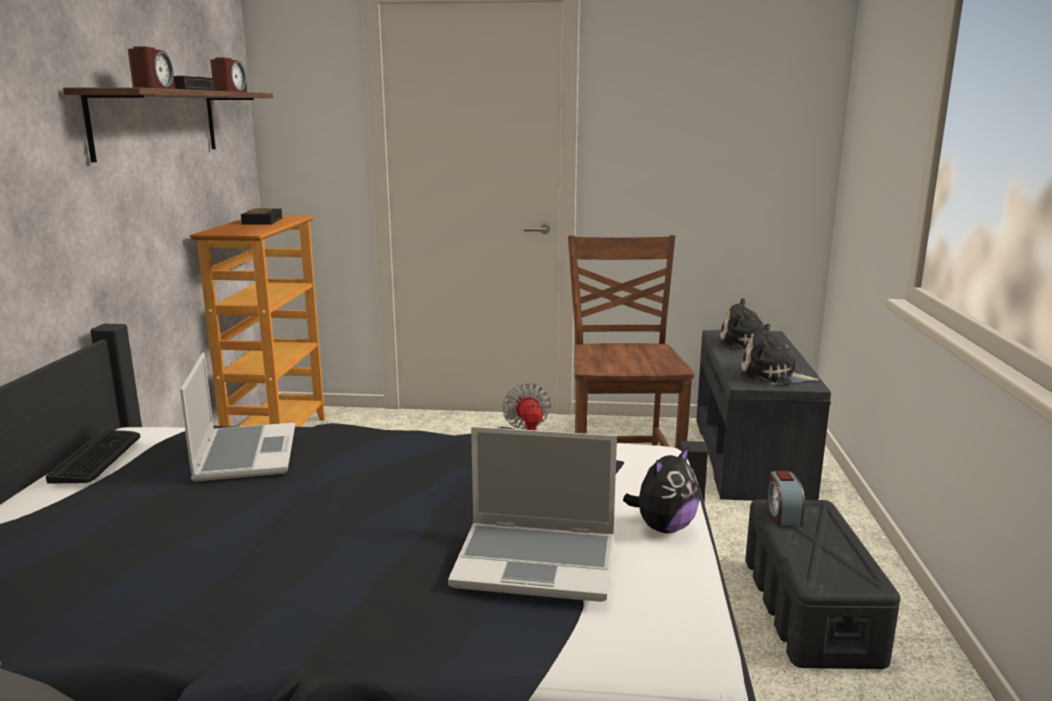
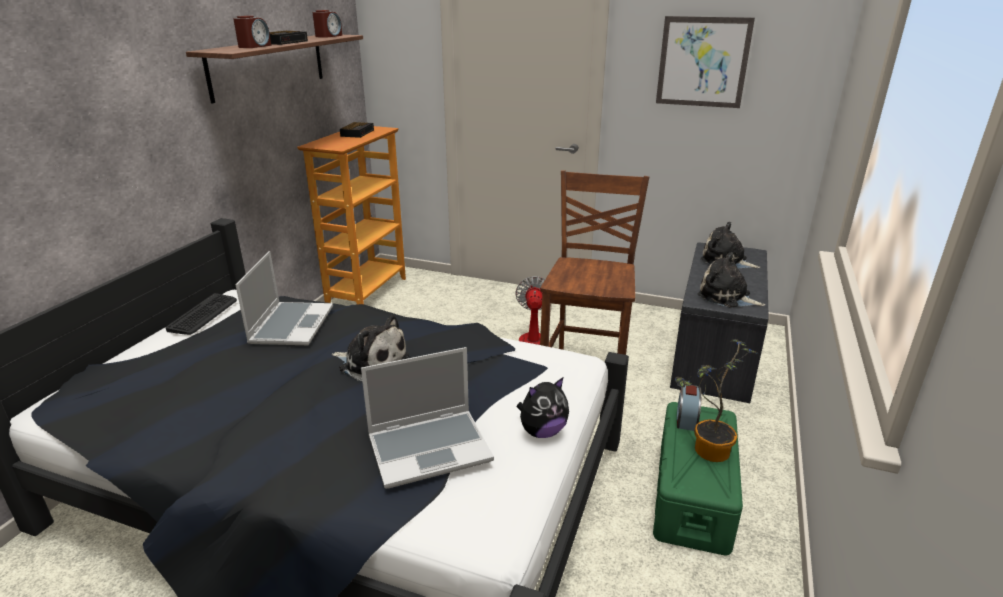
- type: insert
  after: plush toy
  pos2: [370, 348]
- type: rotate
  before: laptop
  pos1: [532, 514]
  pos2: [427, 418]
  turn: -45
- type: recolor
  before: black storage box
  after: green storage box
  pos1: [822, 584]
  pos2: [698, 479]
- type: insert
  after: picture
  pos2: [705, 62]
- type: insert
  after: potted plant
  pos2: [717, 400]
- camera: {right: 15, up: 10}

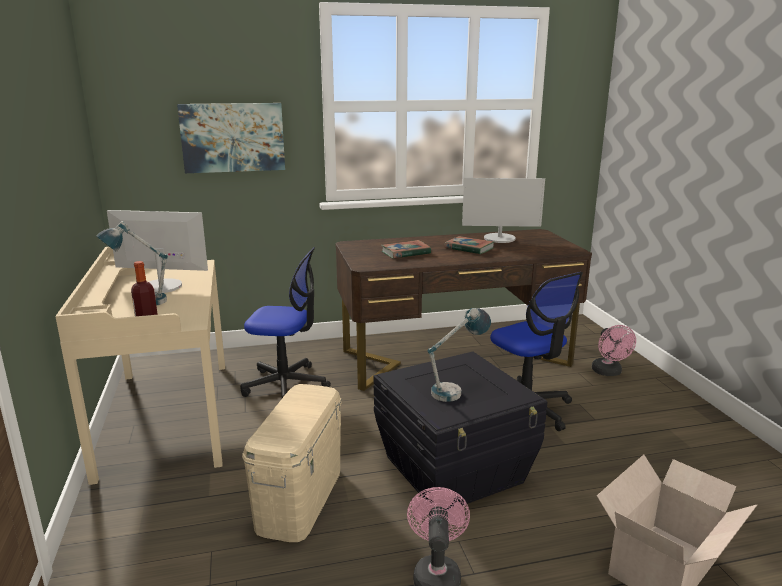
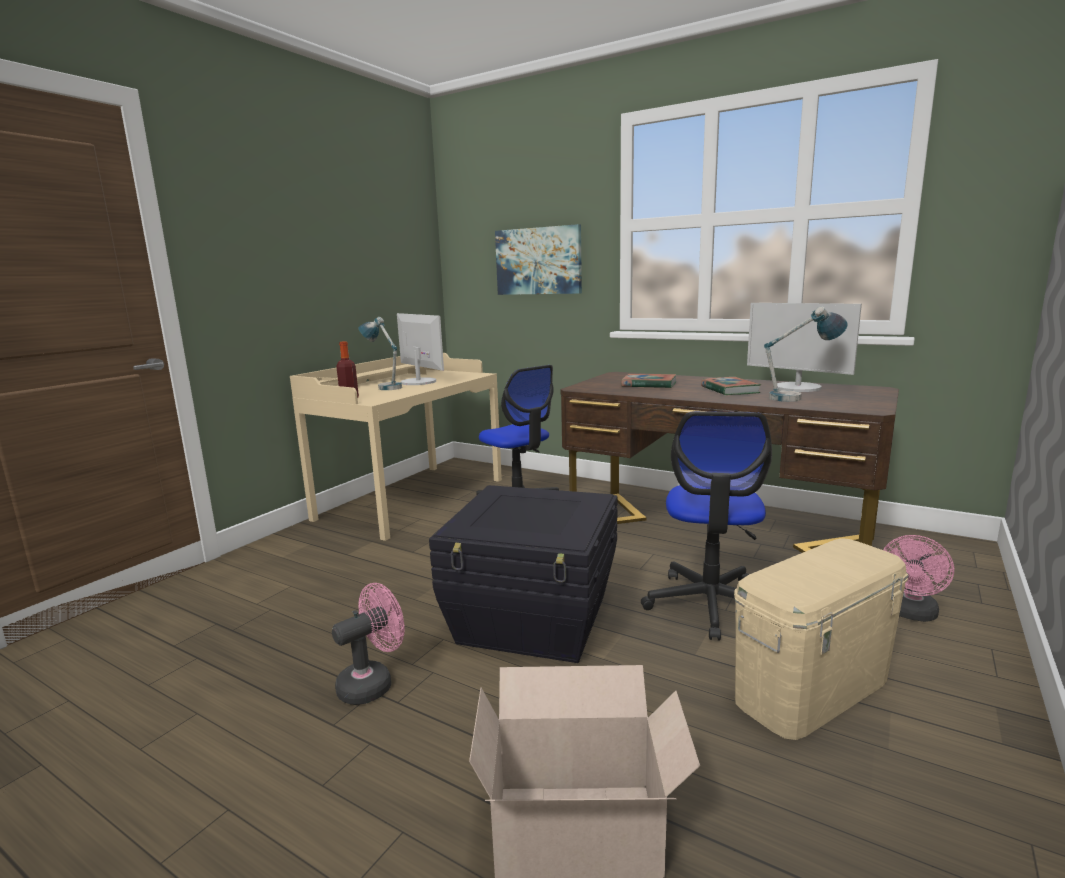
- type: move
  before: beige storage box
  pos1: [292, 463]
  pos2: [821, 639]
- type: move
  before: table lamp
  pos1: [459, 355]
  pos2: [805, 354]
- camera: {right: 45, up: -5}

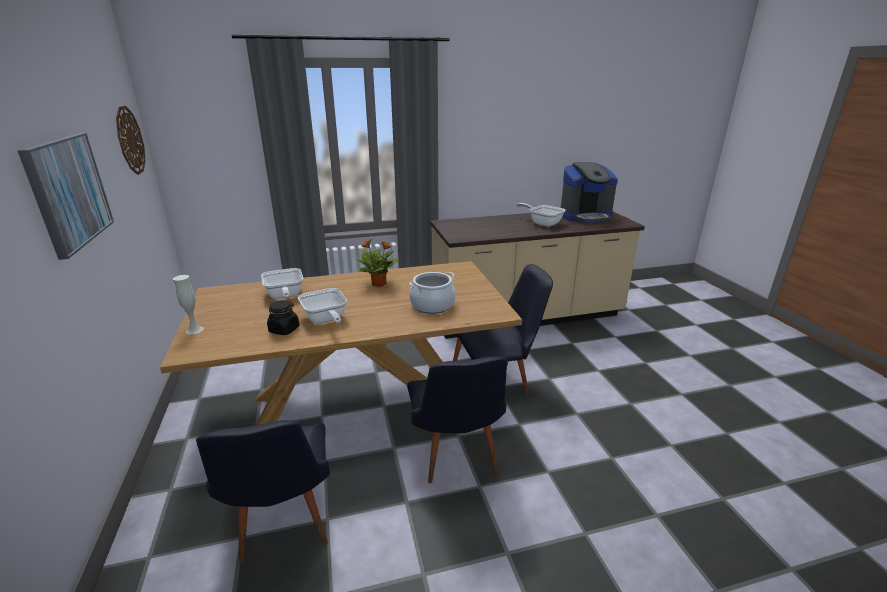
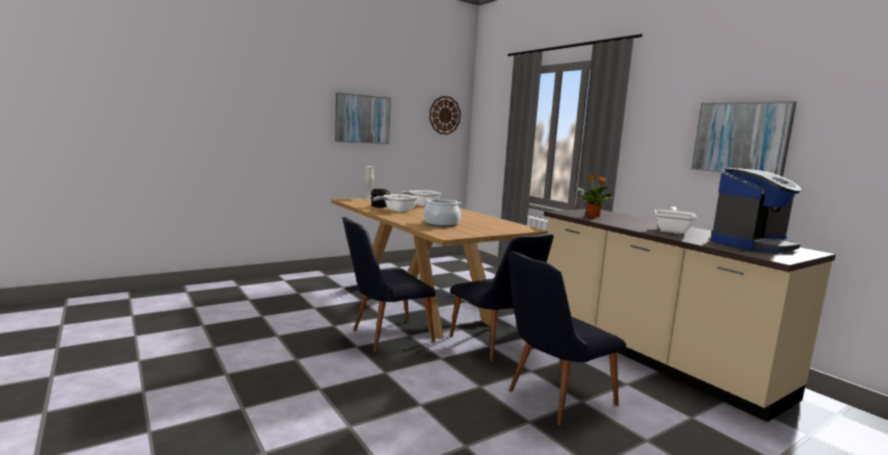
- type: move
  before: black chair
  pos1: [263, 491]
  pos2: [567, 339]
- type: move
  before: potted plant
  pos1: [377, 263]
  pos2: [596, 195]
- type: insert
  after: picture
  pos2: [744, 139]
- type: rotate
  before: coffee machine
  pos1: [589, 192]
  pos2: [756, 210]
  turn: -90
- camera: {right: 70, up: -15}

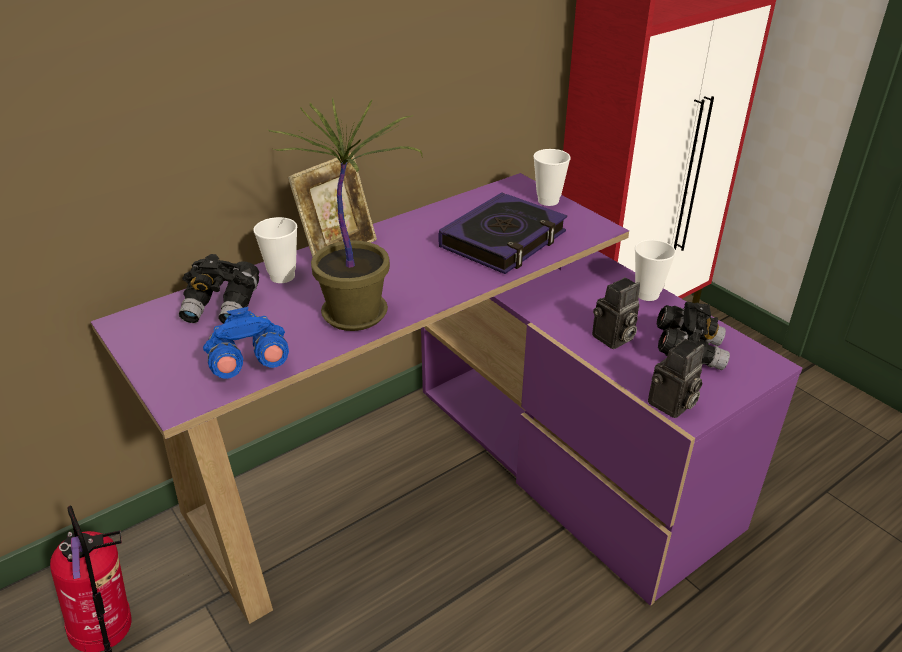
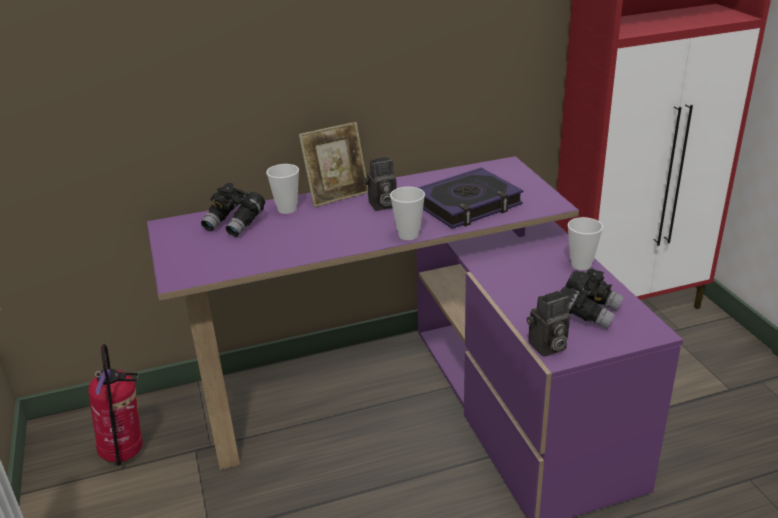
- type: move
  before: photo camera
  pos1: [616, 313]
  pos2: [380, 184]
- type: move
  before: cup
  pos1: [551, 177]
  pos2: [407, 213]
- type: delete
  before: blue binoculars
  pos1: [246, 343]
- type: delete
  before: potted plant
  pos1: [345, 214]
- camera: {right: 20, up: -5}

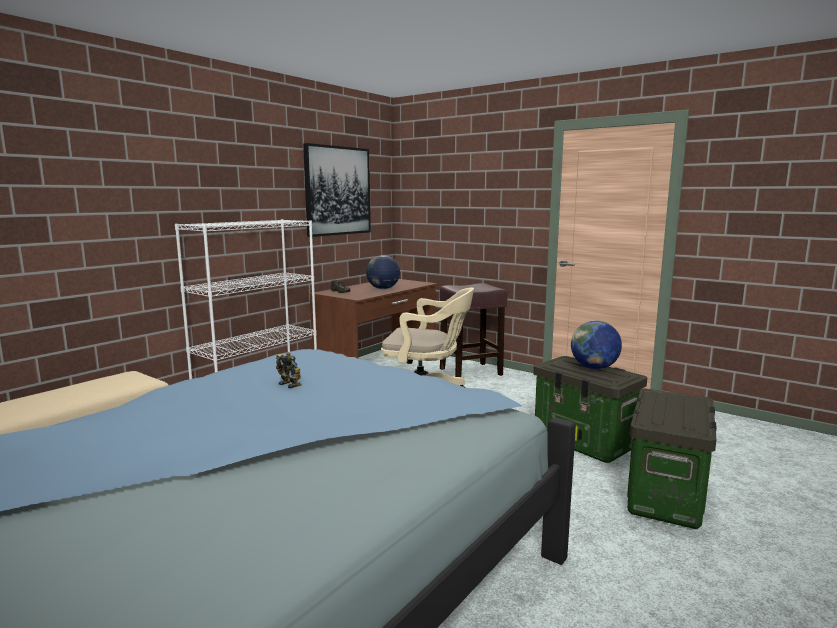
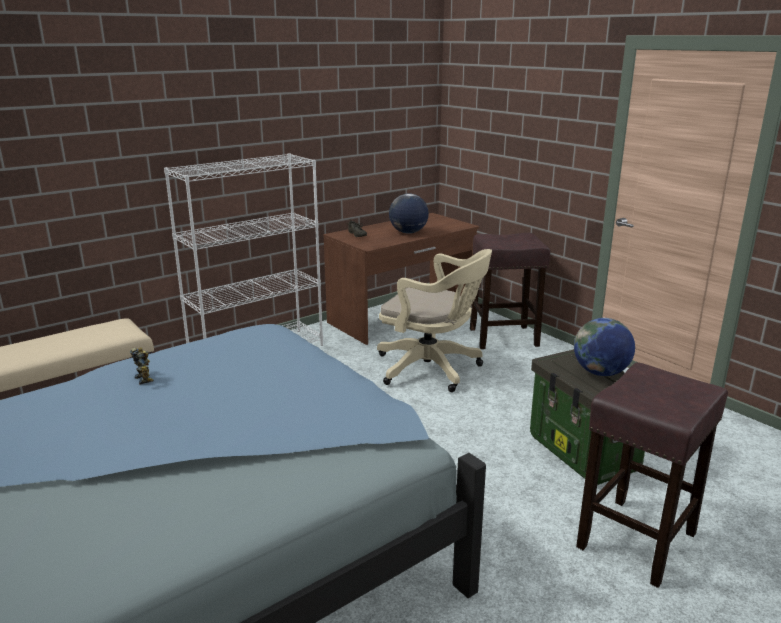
- type: move
  before: toy robot
  pos1: [289, 370]
  pos2: [142, 366]
- type: replace
  before: storage box
  after: brown stool
  pos1: [672, 459]
  pos2: [652, 475]
- type: delete
  before: picture
  pos1: [337, 190]
- camera: {right: 15, up: 10}

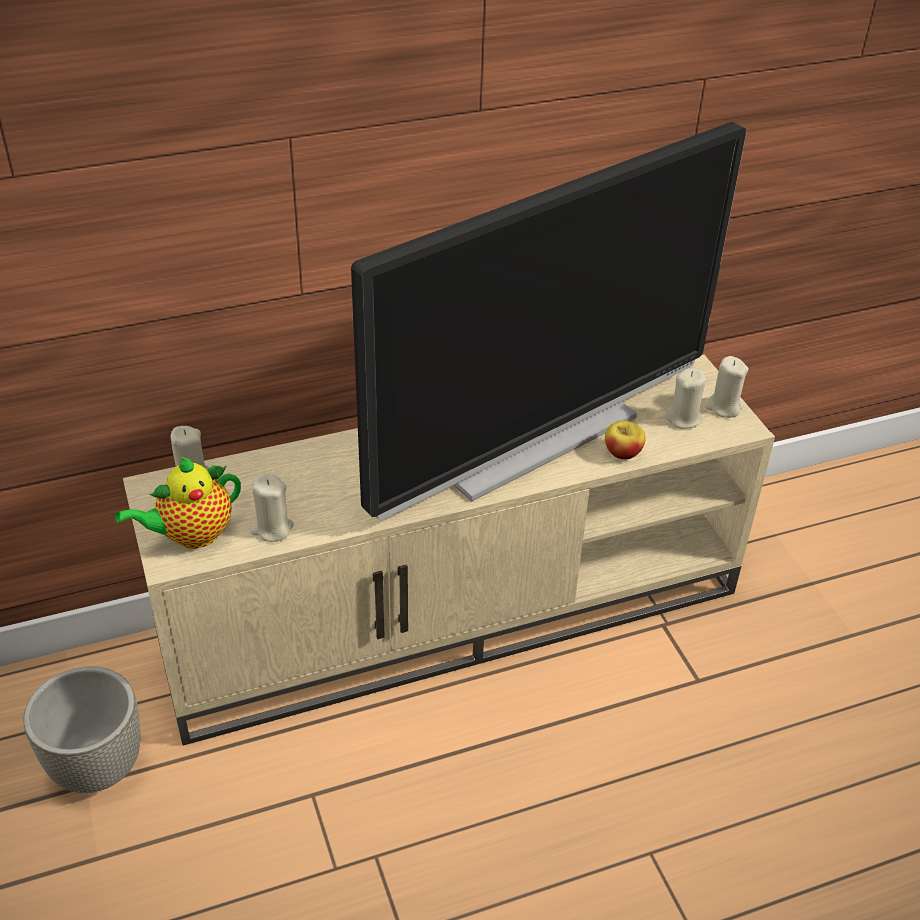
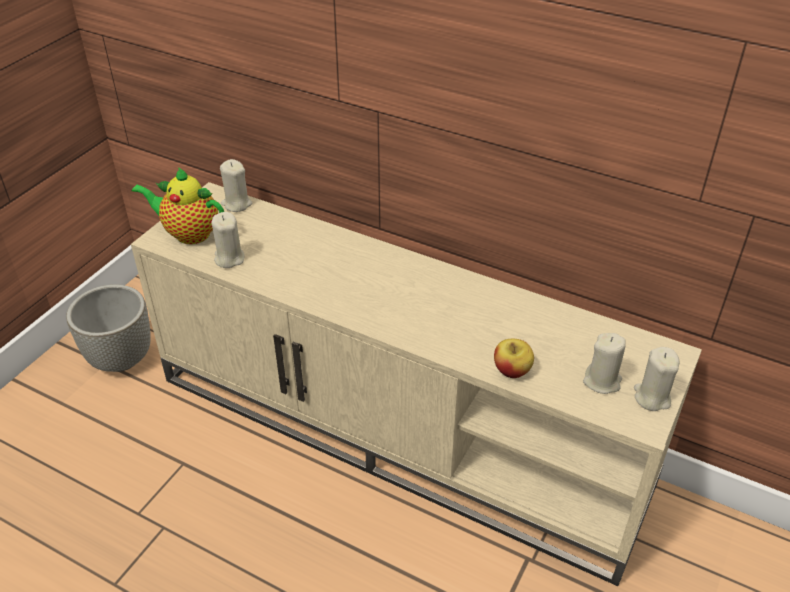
- type: delete
  before: television
  pos1: [549, 321]
- camera: {right: 50, up: 0}

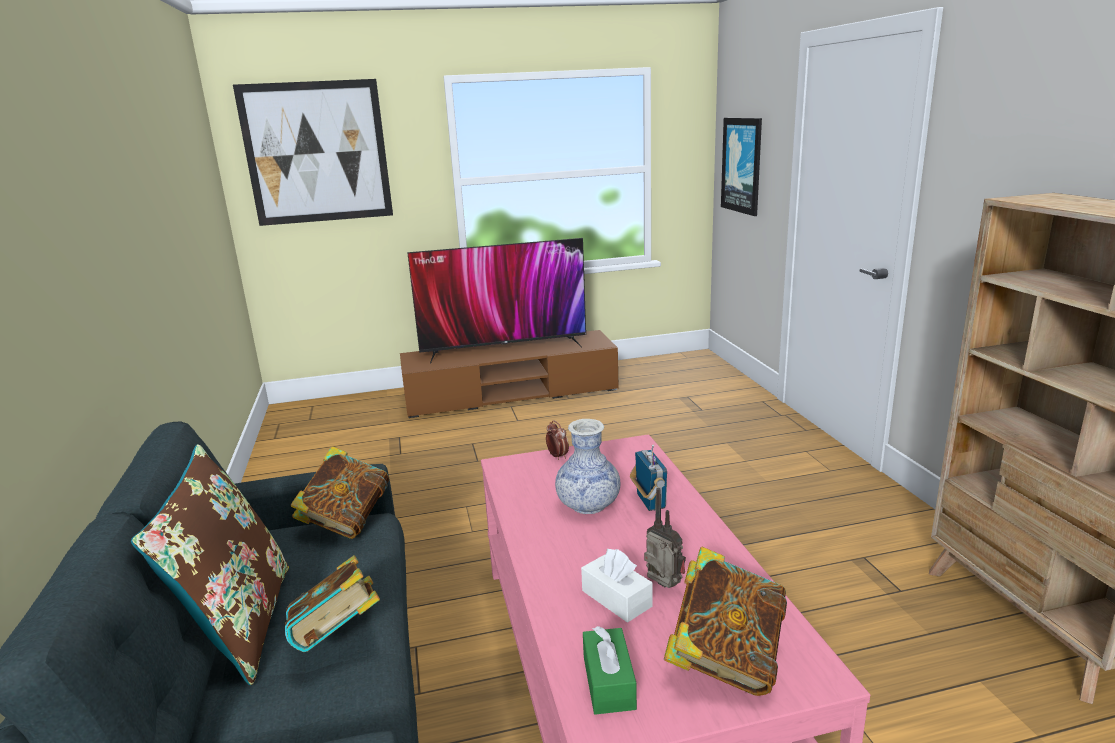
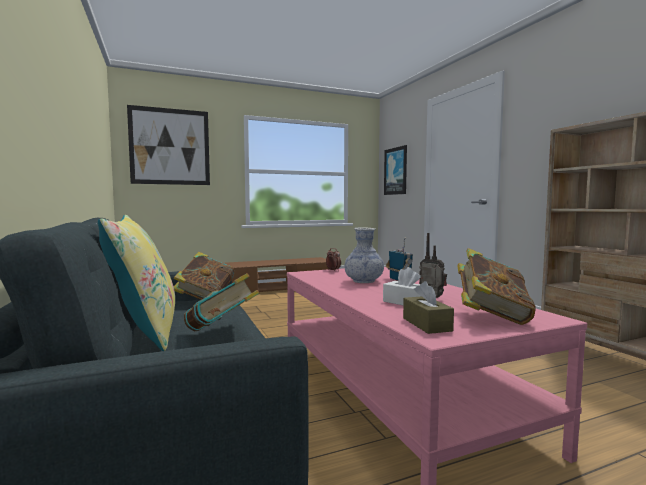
- type: recolor
  before: brown pillow
  after: yellow pillow
  pos1: [210, 564]
  pos2: [136, 283]
- type: recolor
  before: green tissue box
  after: brown tissue box
  pos1: [610, 670]
  pos2: [428, 307]
- type: delete
  before: television
  pos1: [496, 301]
- camera: {right: -10, up: -15}

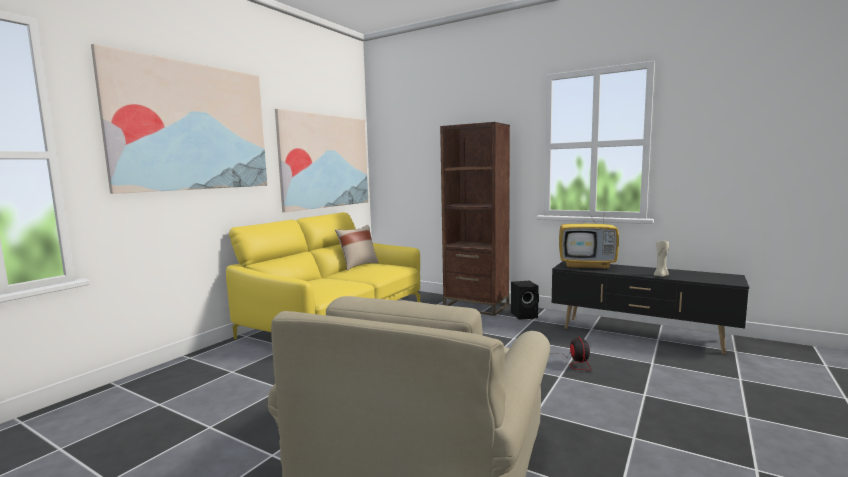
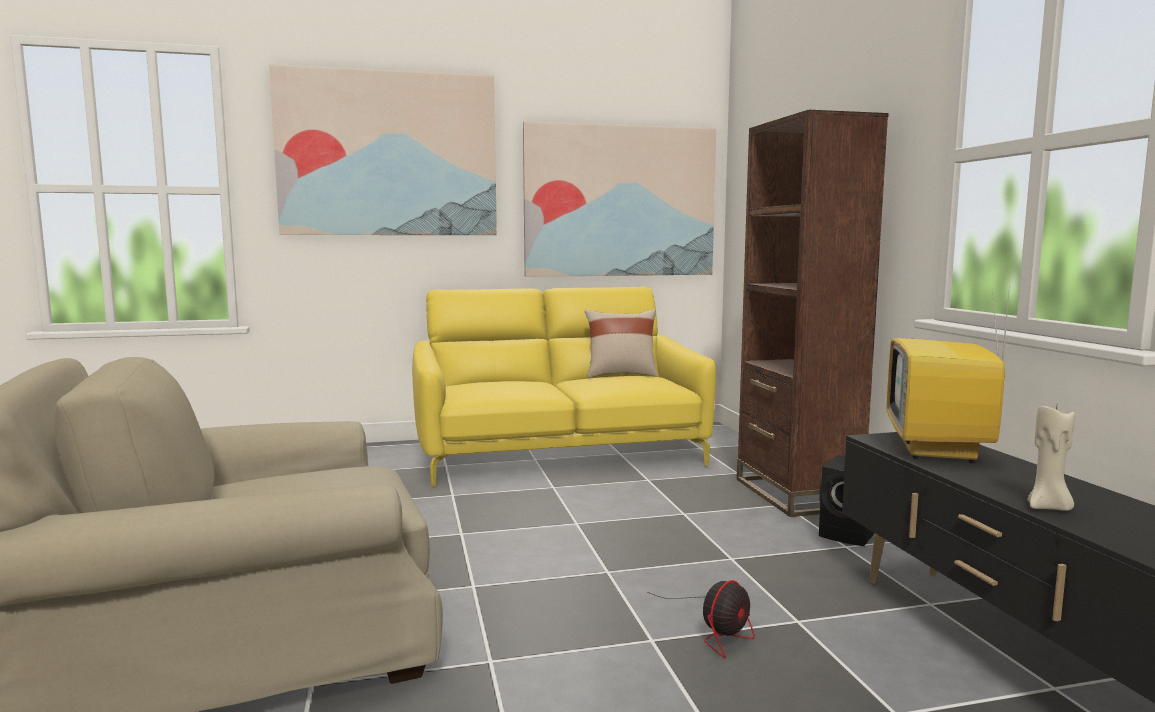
- type: rotate
  before: television
  pos1: [589, 235]
  pos2: [949, 367]
  turn: 45
- camera: {right: 45, up: 0}

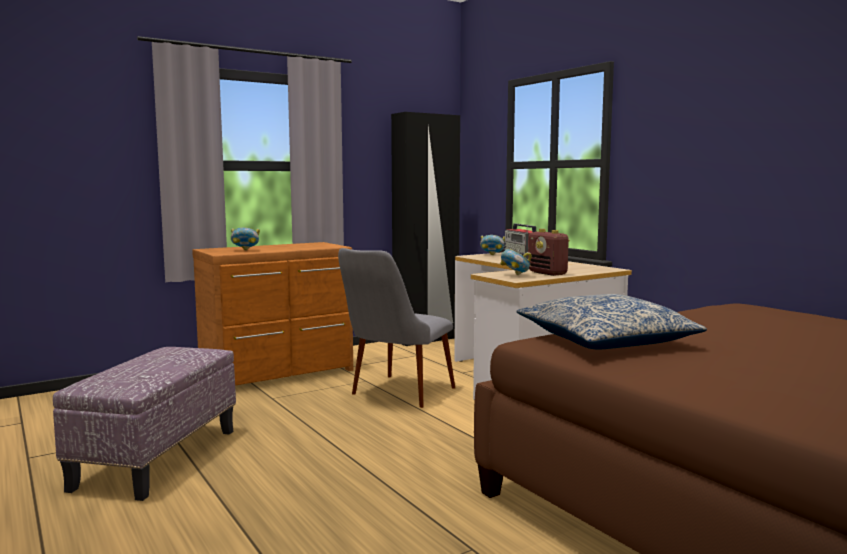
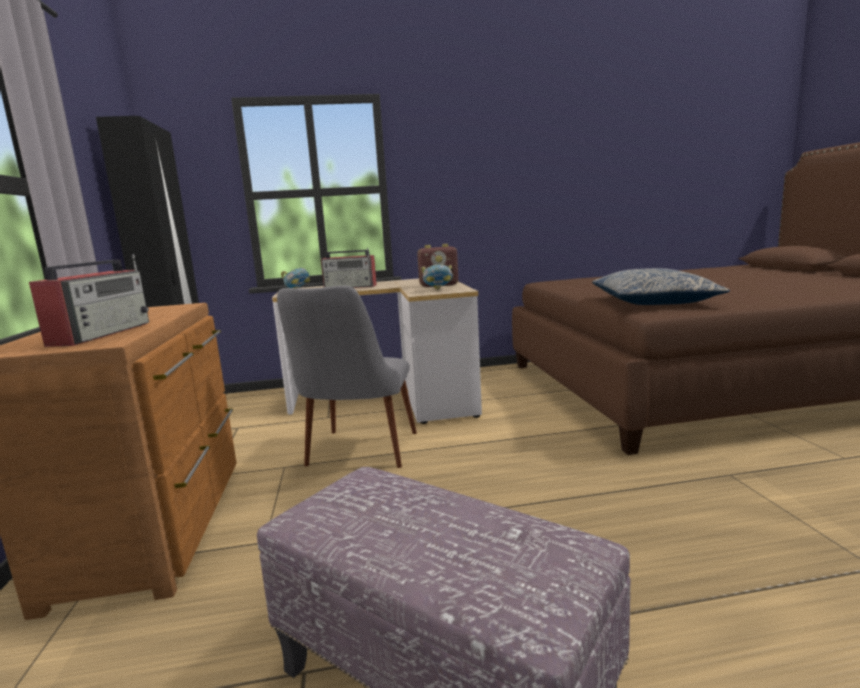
- type: replace
  before: bowl
  after: radio
  pos1: [245, 238]
  pos2: [89, 300]
- type: rotate
  before: grey chair
  pos1: [396, 328]
  pos2: [347, 377]
  turn: 45
- camera: {right: -65, up: 5}

